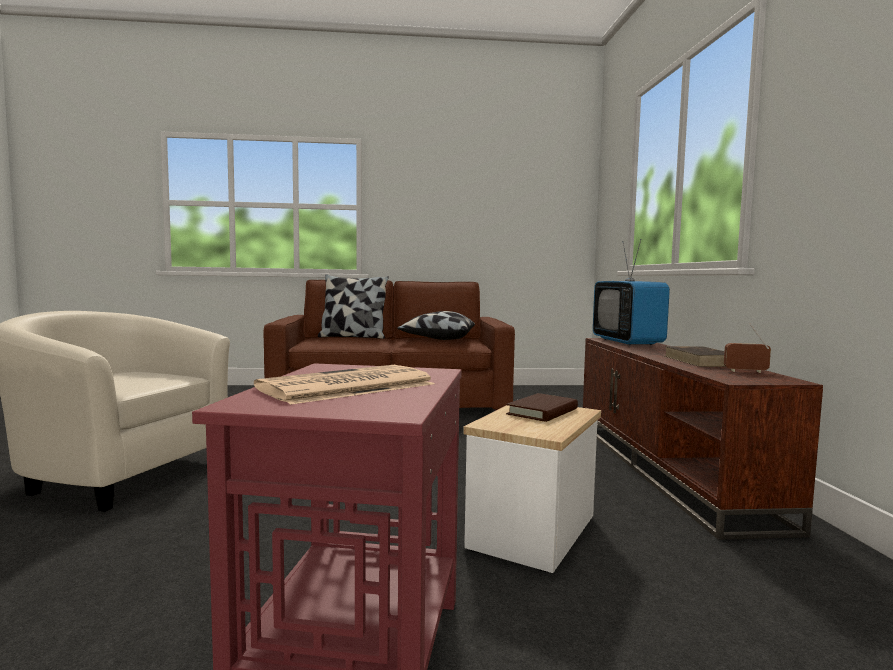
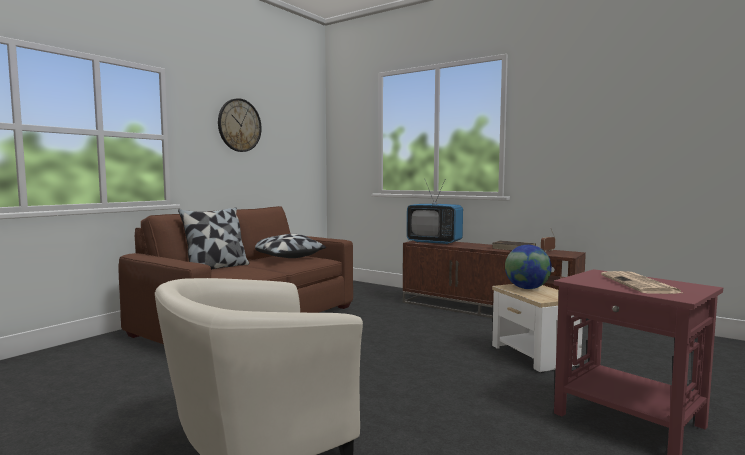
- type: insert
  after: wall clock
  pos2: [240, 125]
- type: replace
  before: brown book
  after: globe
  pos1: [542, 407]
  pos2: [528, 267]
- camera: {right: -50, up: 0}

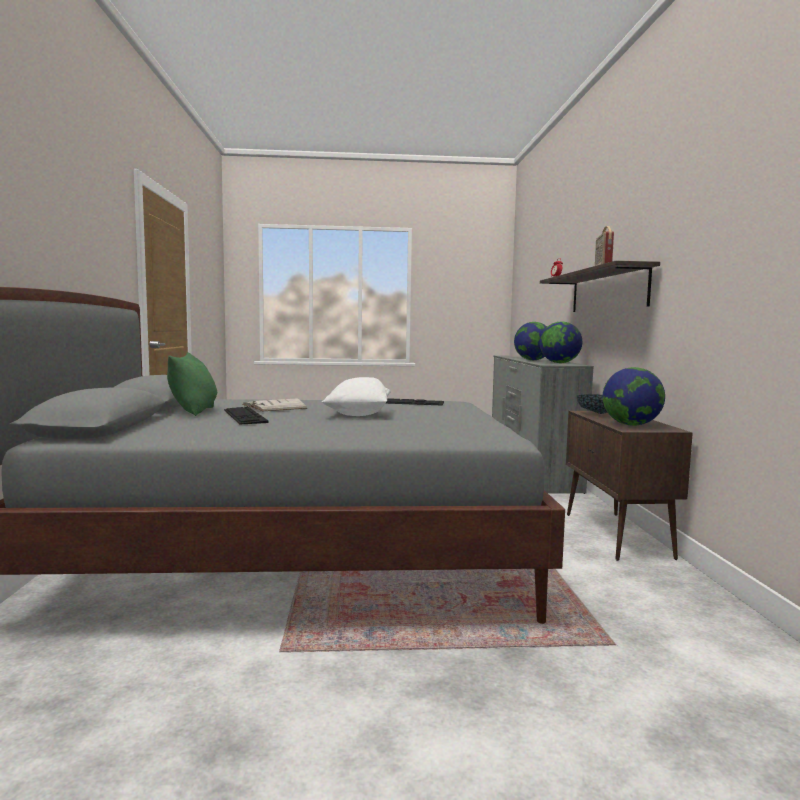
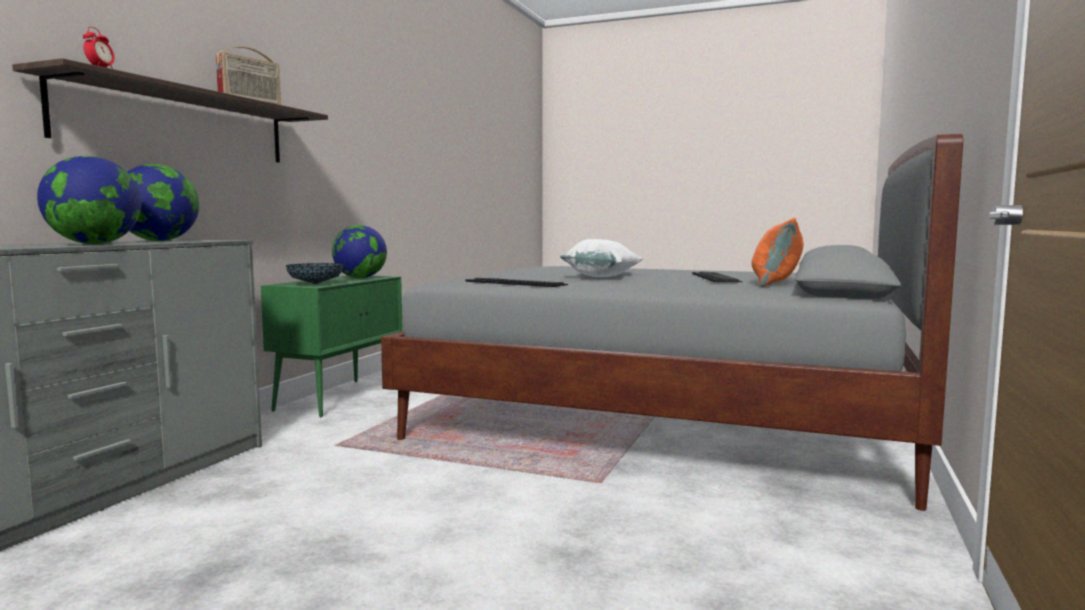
- type: recolor
  before: brown cabinet
  after: green cabinet
  pos1: [629, 486]
  pos2: [332, 346]
- type: recolor
  before: green pillow
  after: orange pillow
  pos1: [192, 384]
  pos2: [777, 252]
- type: delete
  before: white book
  pos1: [275, 405]
- camera: {right: -155, up: 0}

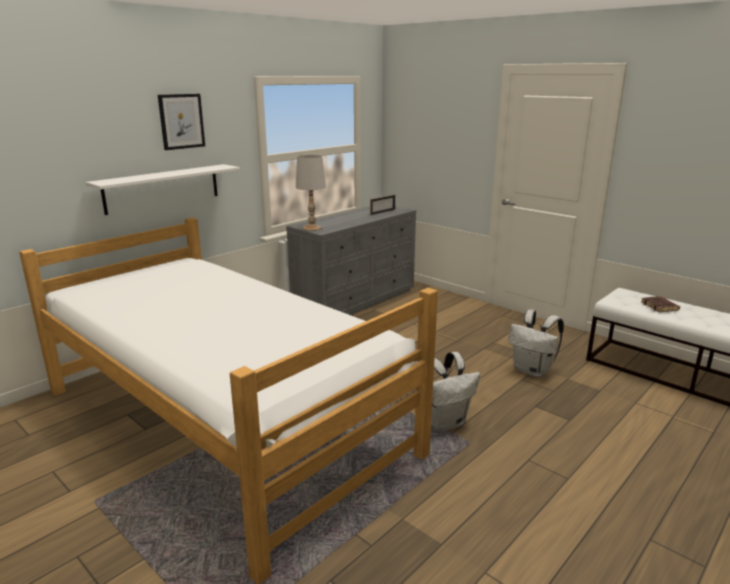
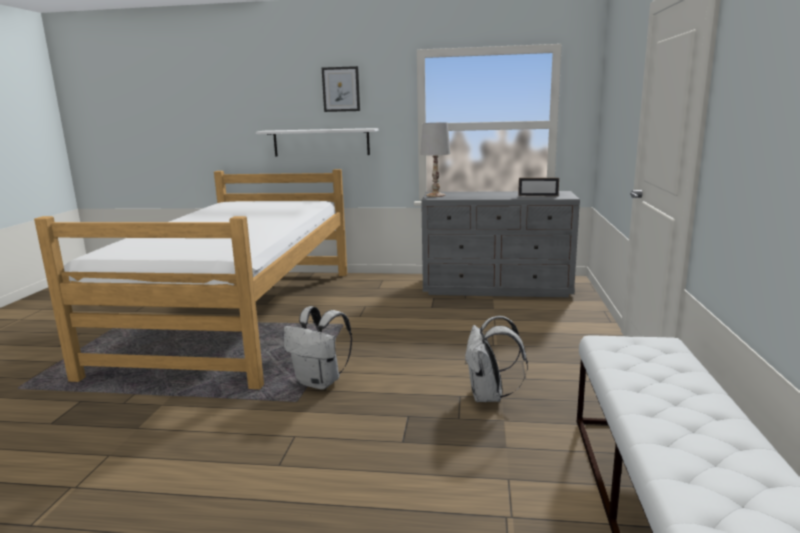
- type: delete
  before: brown book
  pos1: [660, 304]
- camera: {right: 55, up: -5}

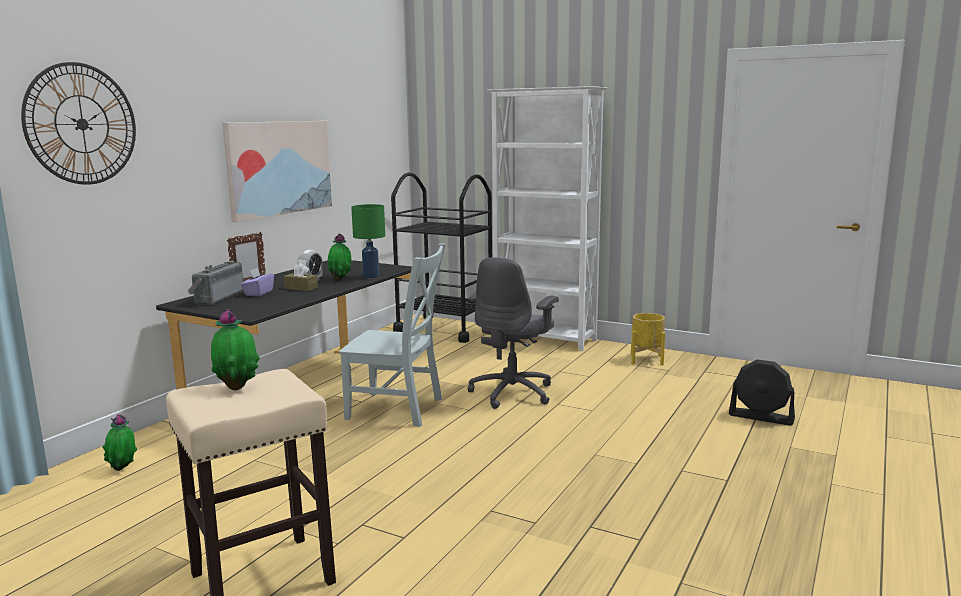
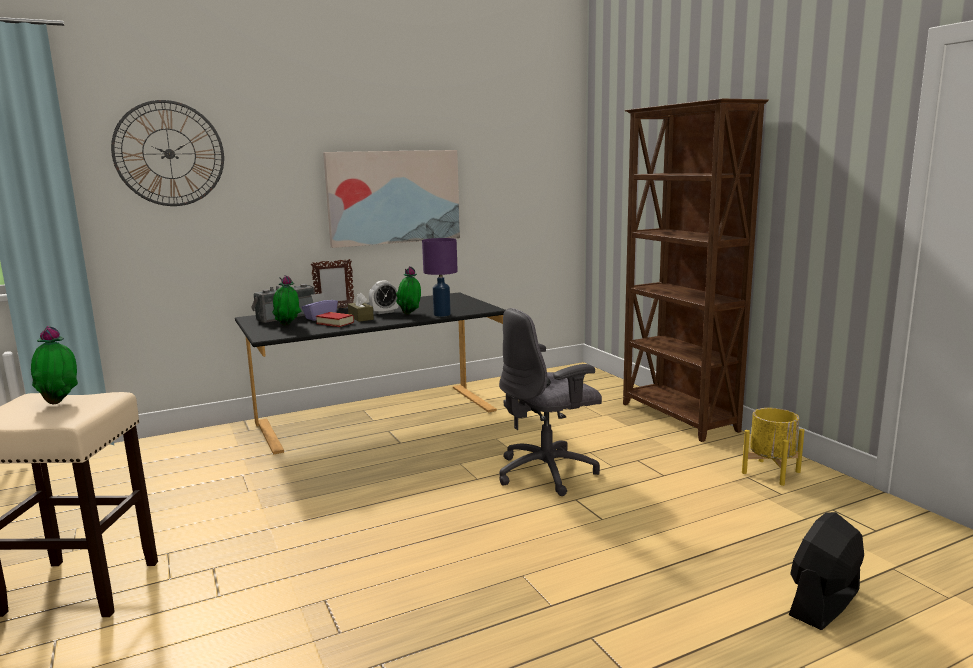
- type: move
  before: potted plant
  pos1: [120, 442]
  pos2: [286, 300]
- type: insert
  after: book
  pos2: [335, 319]
- type: recolor
  before: green table lamp
  after: purple table lamp
  pos1: [368, 241]
  pos2: [440, 277]
- type: recolor
  before: white bookcase
  after: brown bookcase
  pos1: [547, 218]
  pos2: [696, 270]
- type: rotate
  before: black fan
  pos1: [762, 392]
  pos2: [826, 571]
  turn: 75
- type: delete
  before: grey chair
  pos1: [392, 335]
- type: delete
  before: black cart
  pos1: [441, 257]
- camera: {right: 35, up: 0}

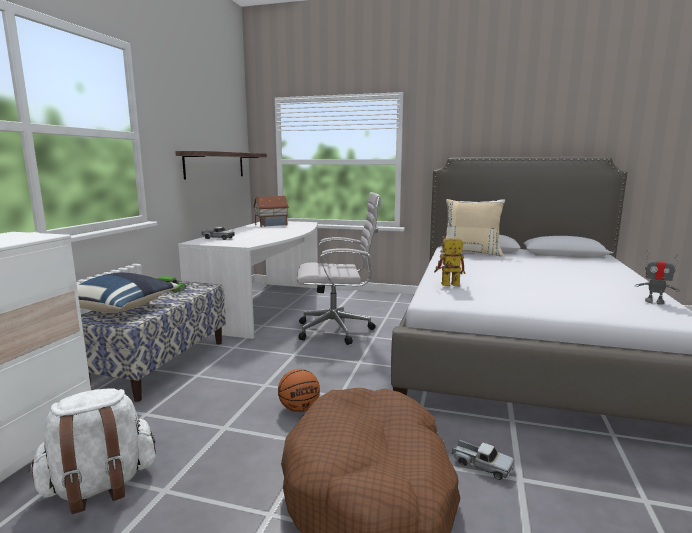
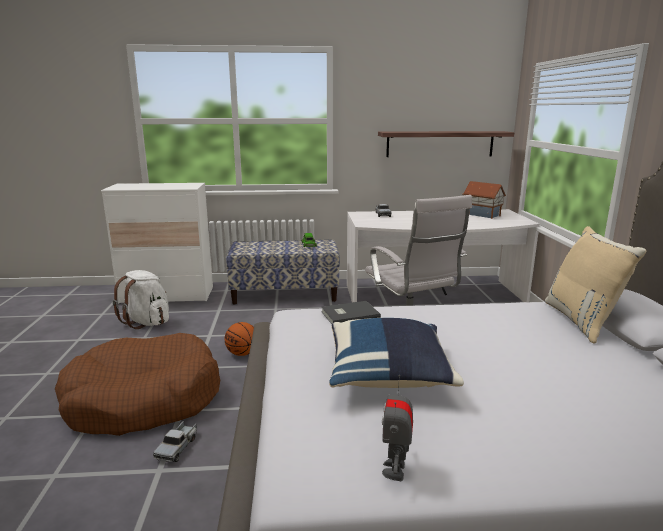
- type: replace
  before: toy robot
  after: grey book
  pos1: [449, 261]
  pos2: [351, 312]
- type: move
  before: blue pillow
  pos1: [127, 293]
  pos2: [396, 353]
- camera: {right: 70, up: 5}

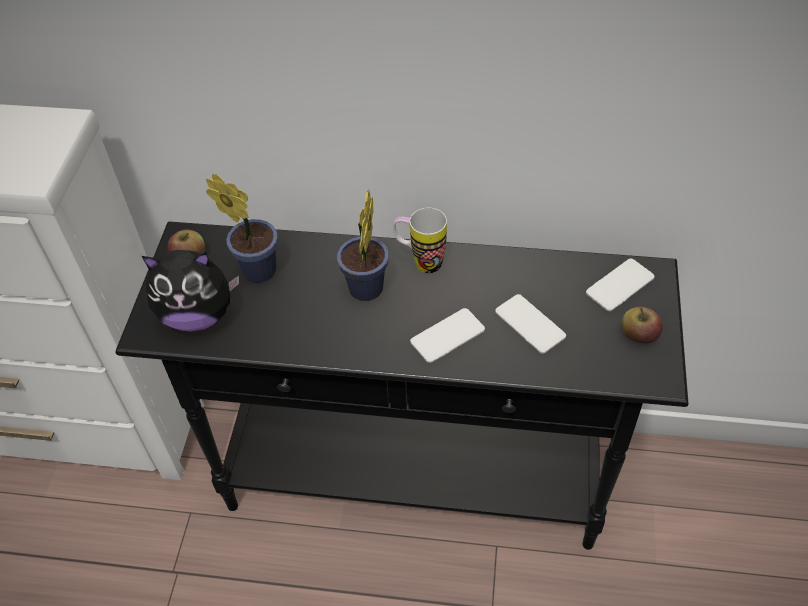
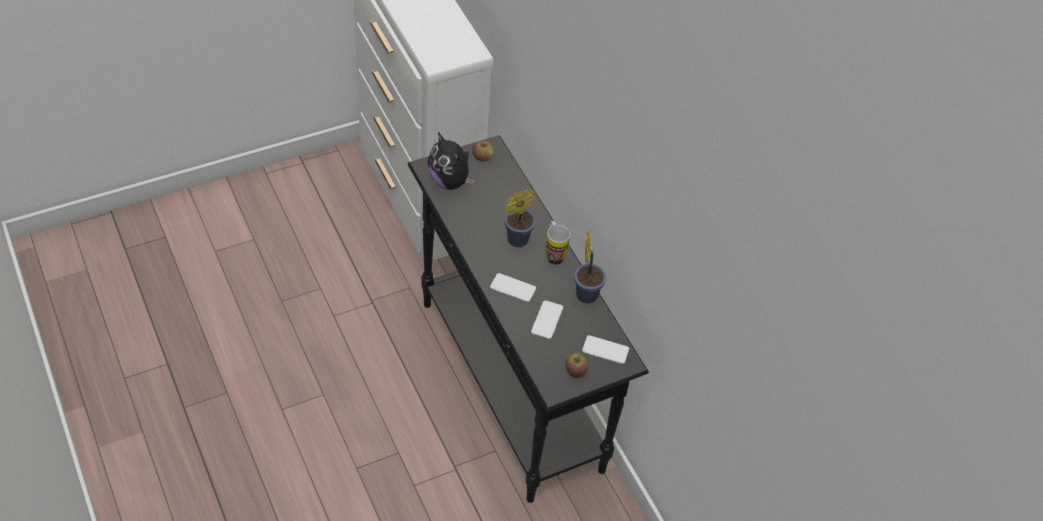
- type: move
  before: potted plant
  pos1: [242, 228]
  pos2: [590, 268]
- camera: {right: 50, up: 0}

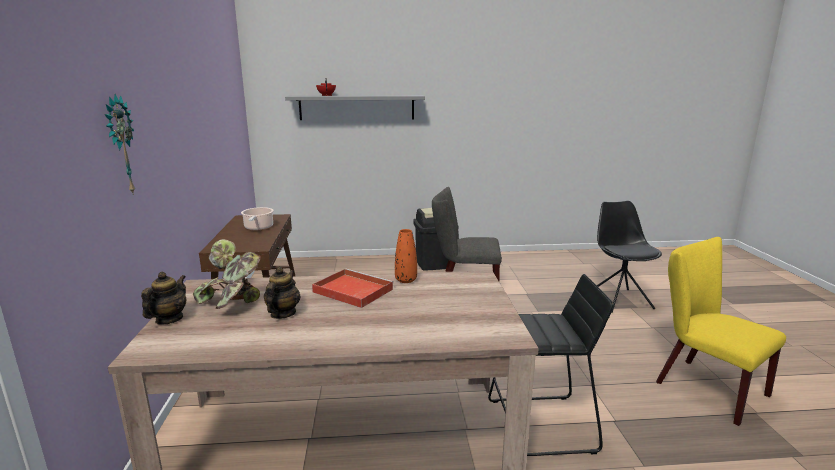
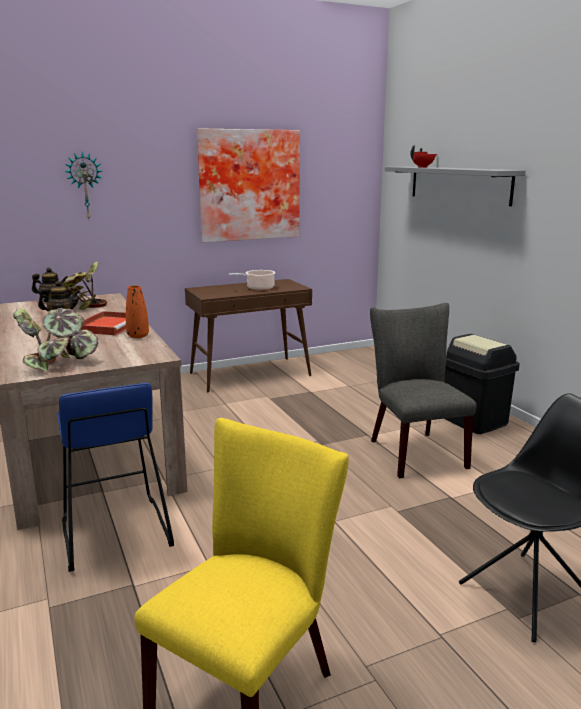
- type: insert
  after: potted plant
  pos2: [55, 340]
- type: recolor
  before: black stool
  after: blue stool
  pos1: [551, 365]
  pos2: [115, 477]
- type: insert
  after: picture
  pos2: [248, 185]
- camera: {right: 70, up: 0}

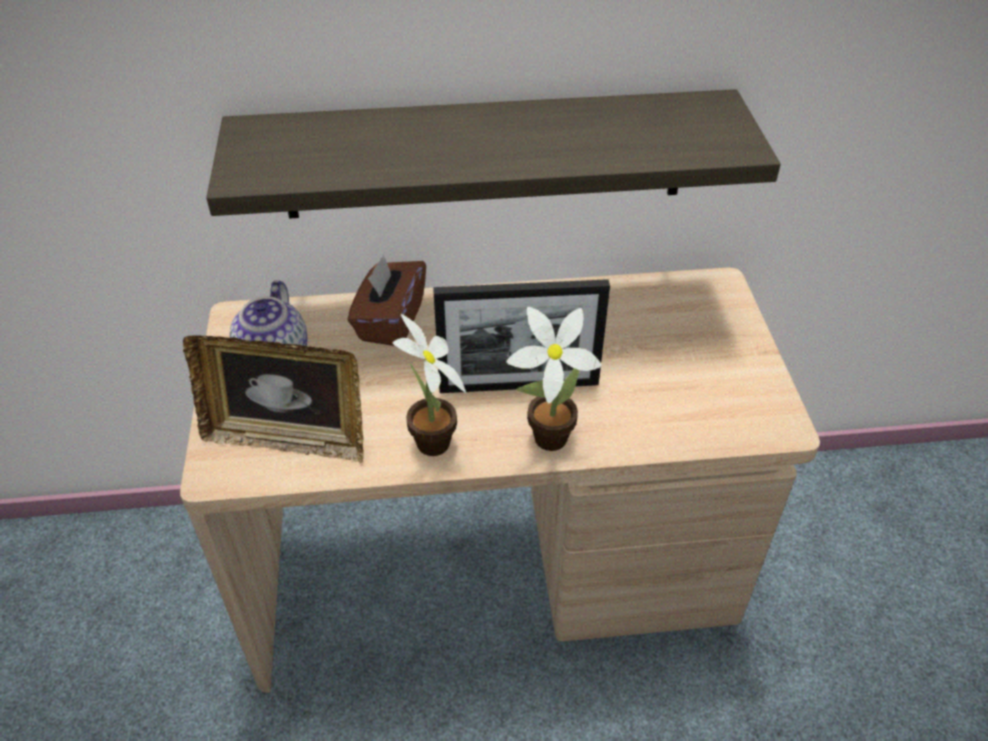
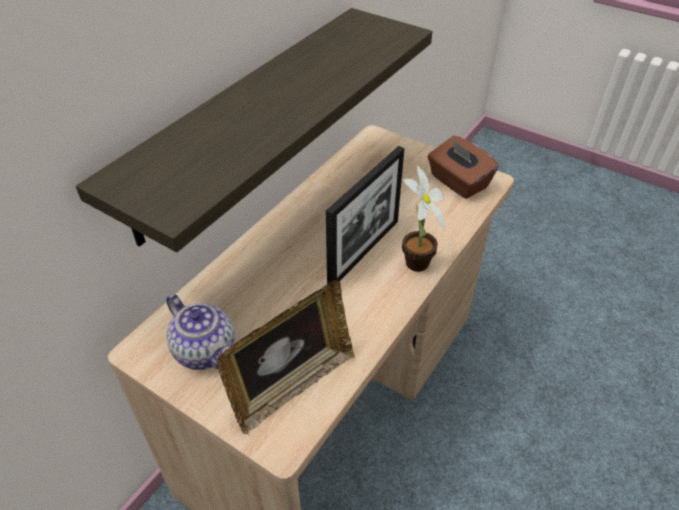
- type: move
  before: brown tissue box
  pos1: [387, 300]
  pos2: [463, 167]
- type: delete
  before: potted plant
  pos1: [429, 385]
- camera: {right: -50, up: 0}

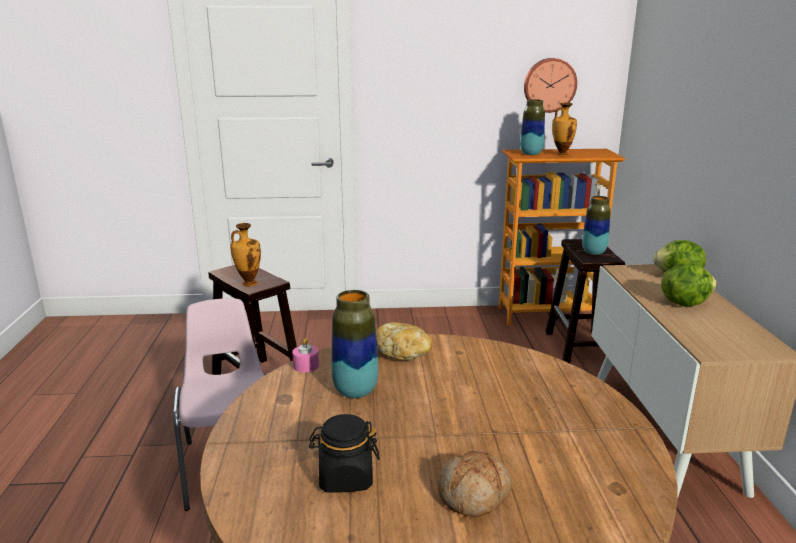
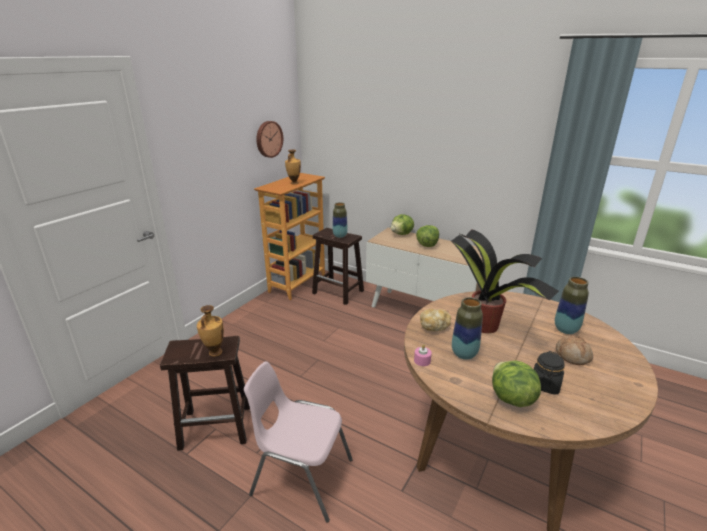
- type: insert
  after: potted plant
  pos2: [504, 281]
- type: insert
  after: lettuce
  pos2: [516, 384]
- type: move
  before: vase
  pos1: [532, 127]
  pos2: [572, 305]
- camera: {right: -55, up: 5}

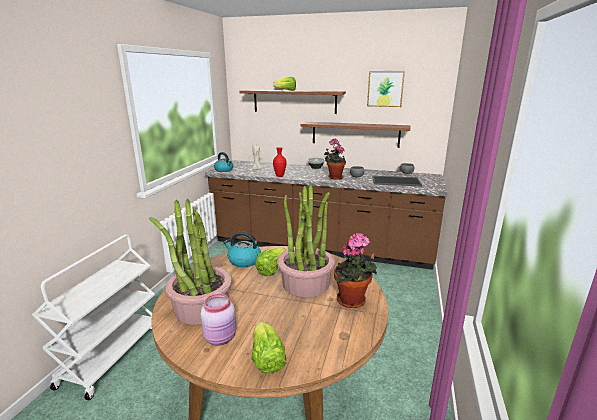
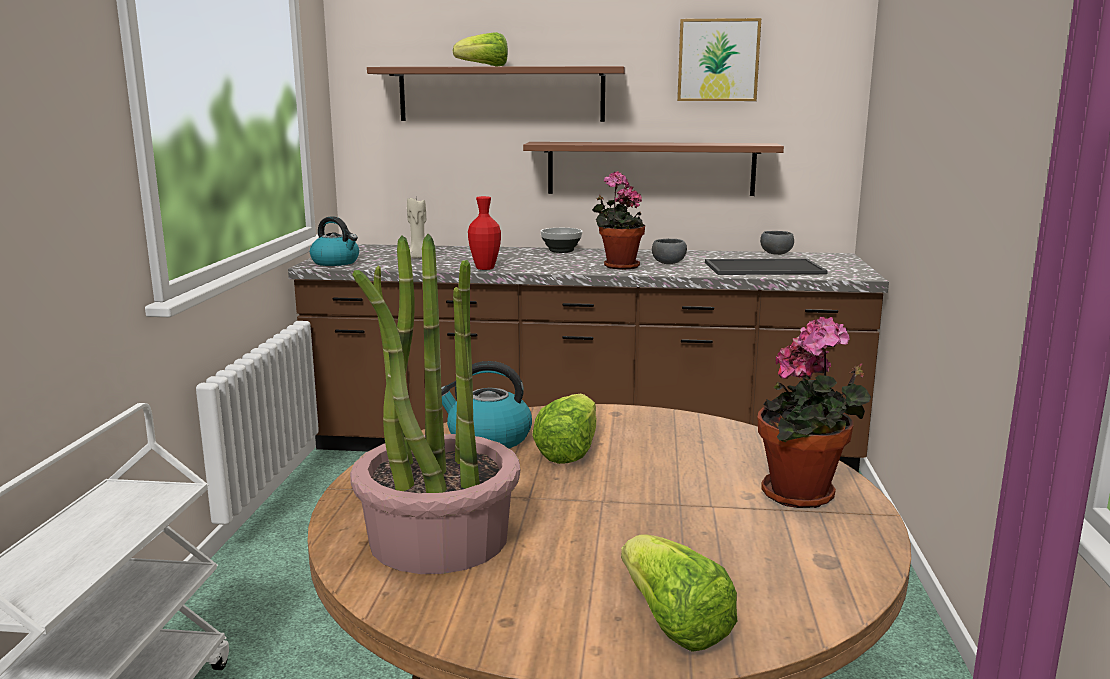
- type: delete
  before: pink jar
  pos1: [218, 320]
- type: delete
  before: potted plant
  pos1: [306, 240]
- camera: {right: -10, up: -5}

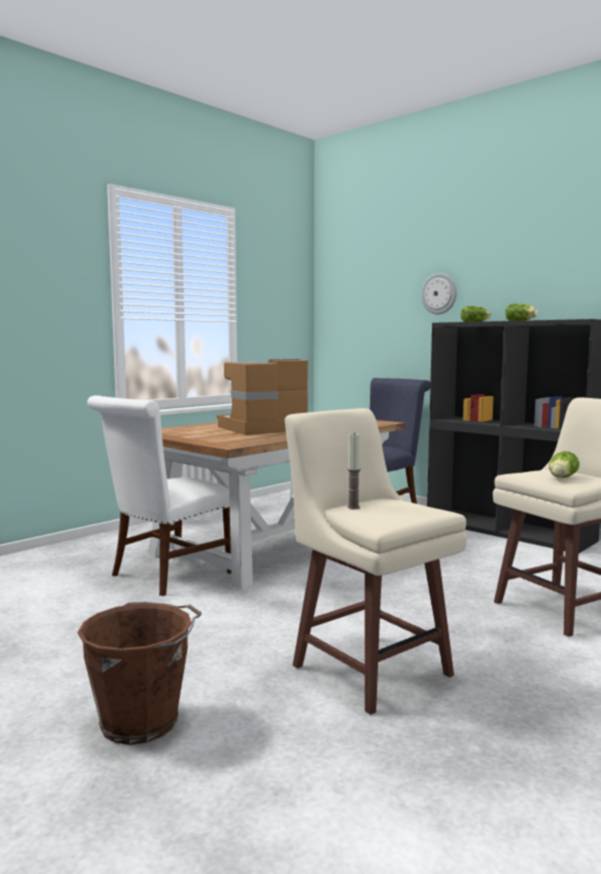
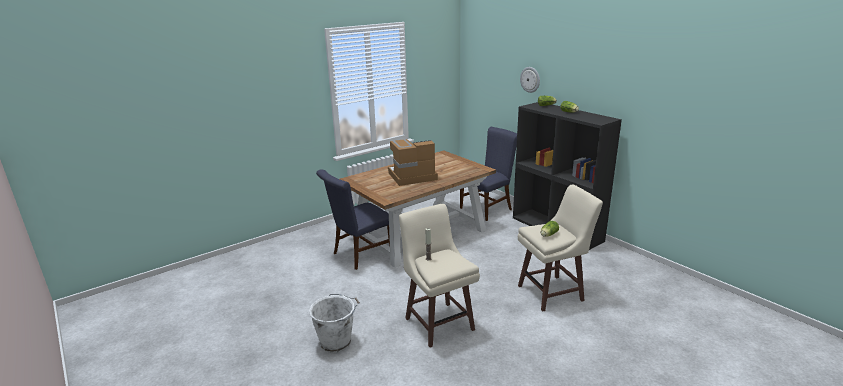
- type: recolor
  before: brown bucket
  after: white bucket
  pos1: [140, 673]
  pos2: [334, 323]
- type: recolor
  before: white chair
  after: blue chair
  pos1: [159, 495]
  pos2: [353, 219]
- camera: {right: 10, up: 15}

